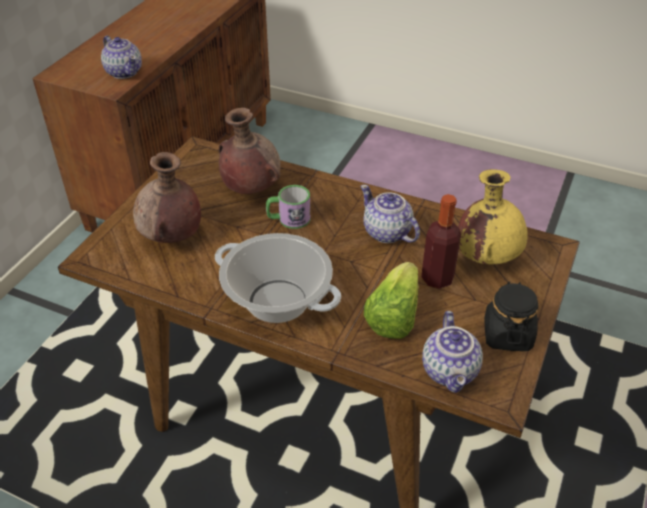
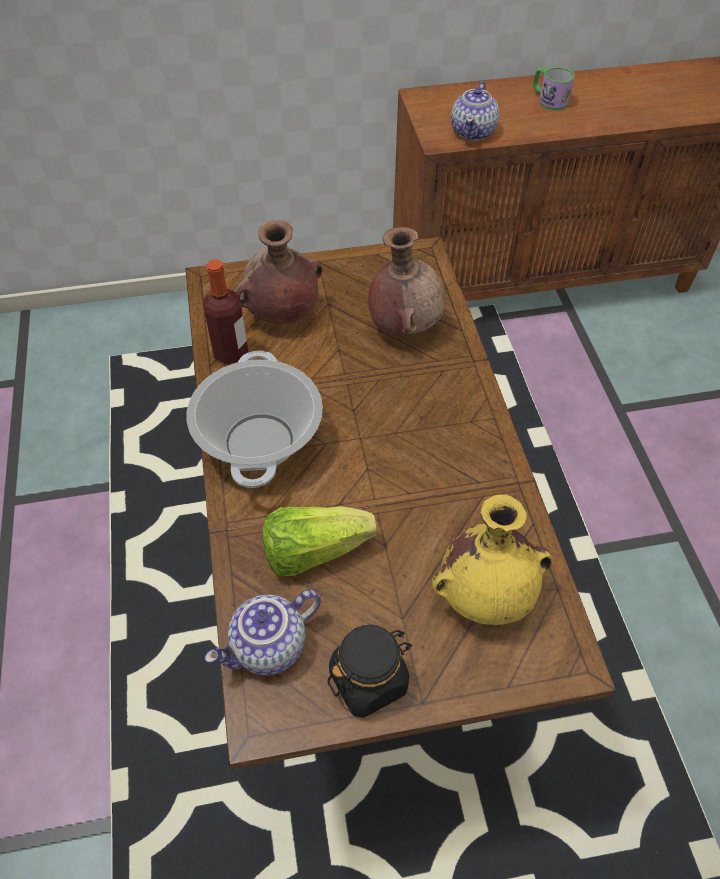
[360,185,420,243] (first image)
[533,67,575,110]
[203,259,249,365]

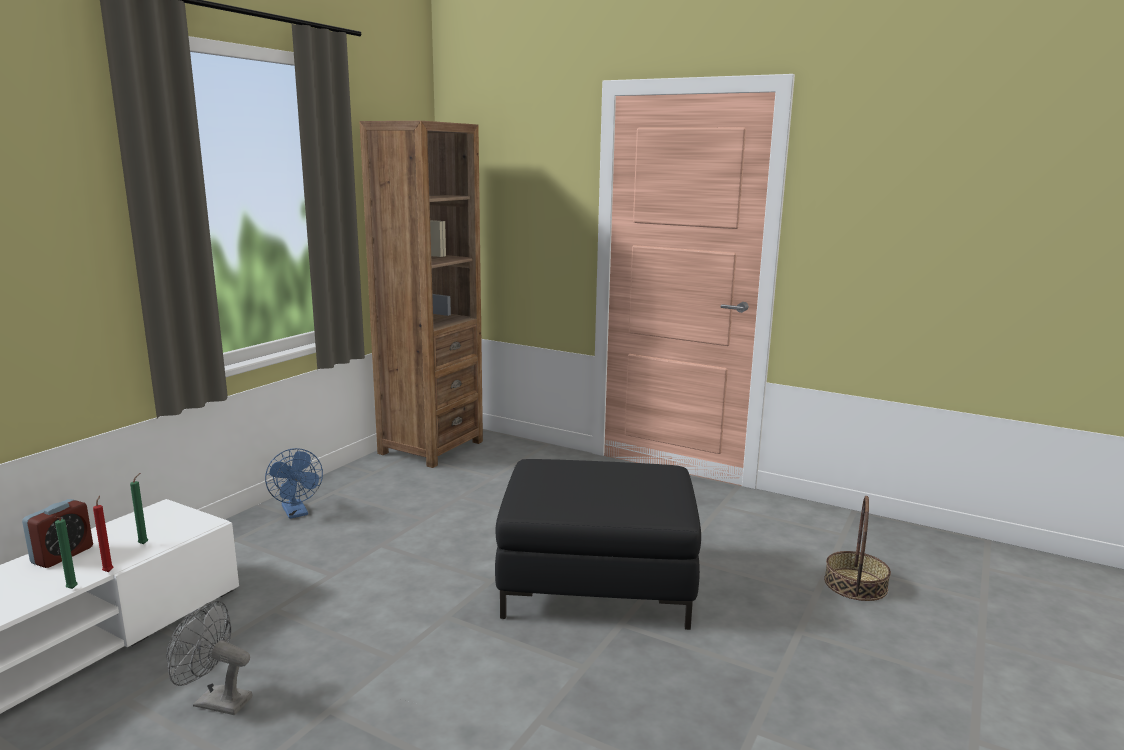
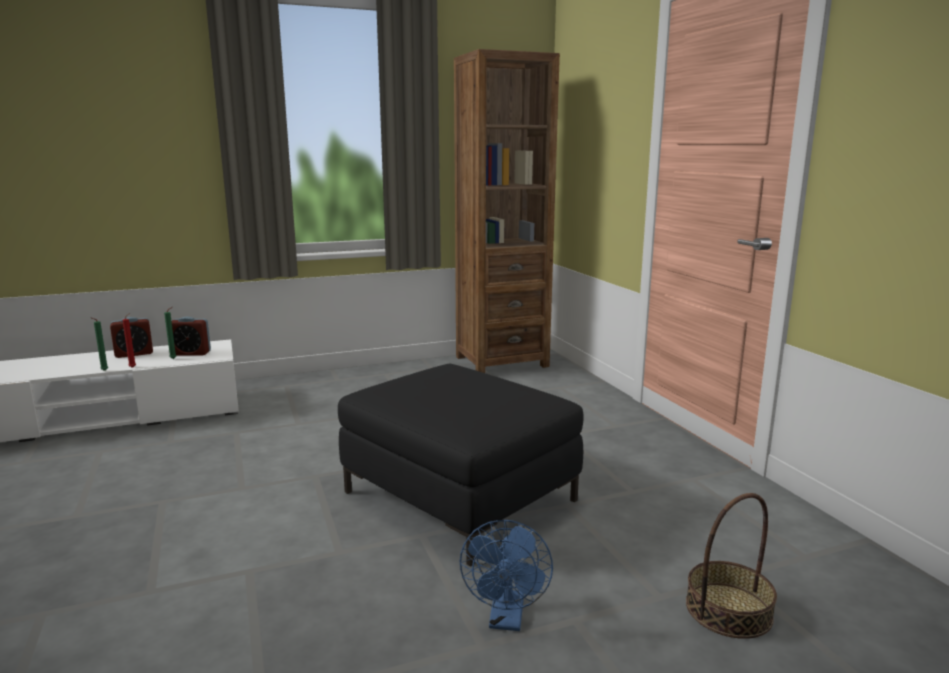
[166,600,252,715] (first image)
[171,316,211,356]
[460,520,553,631]

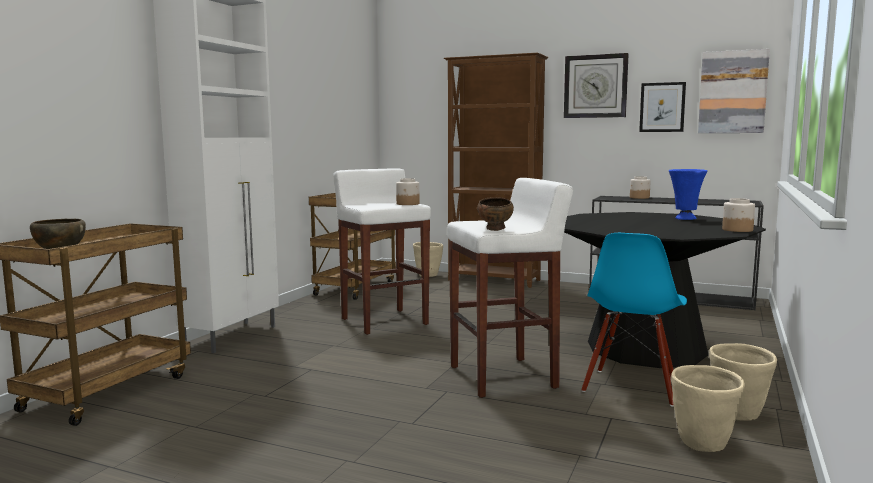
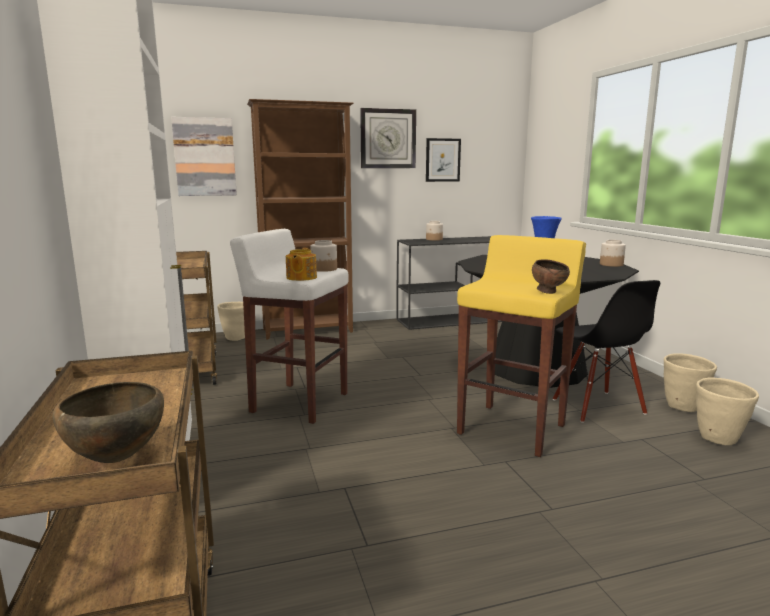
[286,248,317,281]
[171,117,237,196]
[457,235,586,457]
[553,280,660,423]

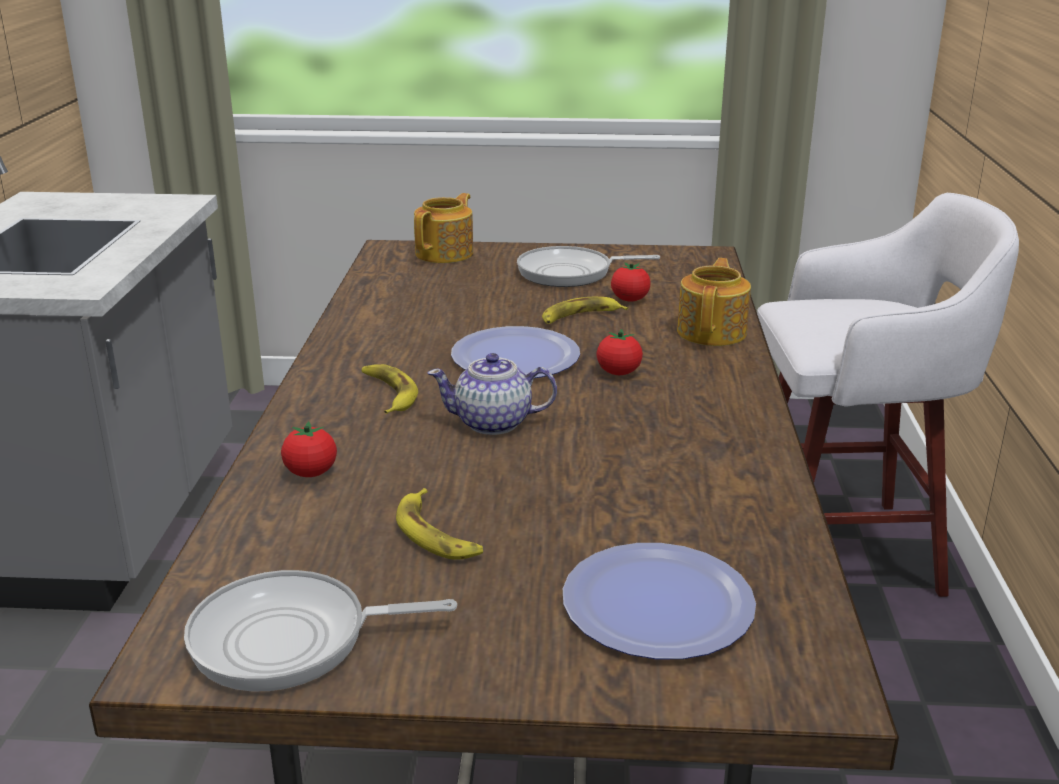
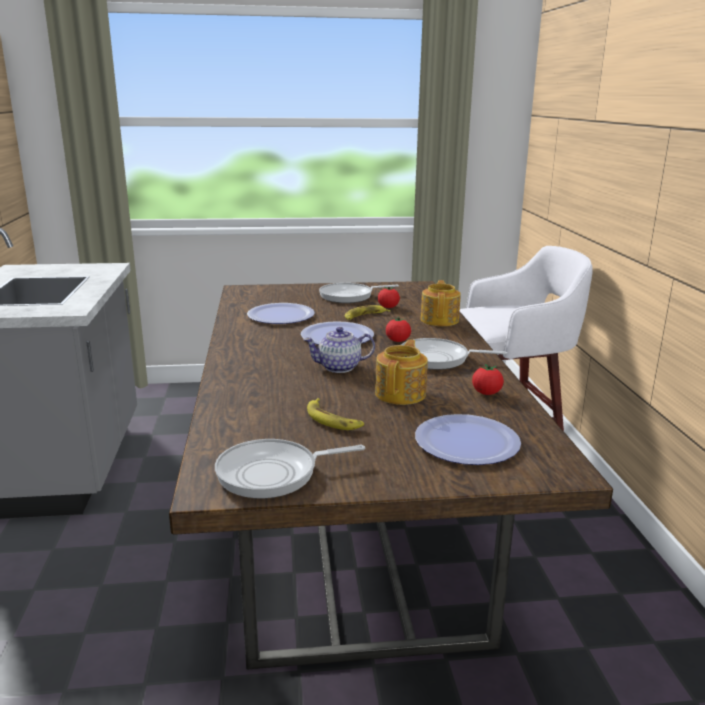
[362,364,418,414] (first image)
[247,303,315,324]
[401,338,507,370]
[472,364,504,395]
[375,339,428,405]

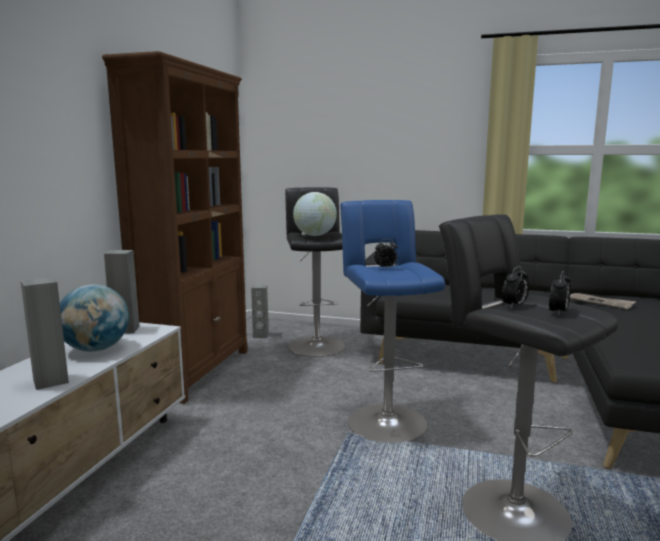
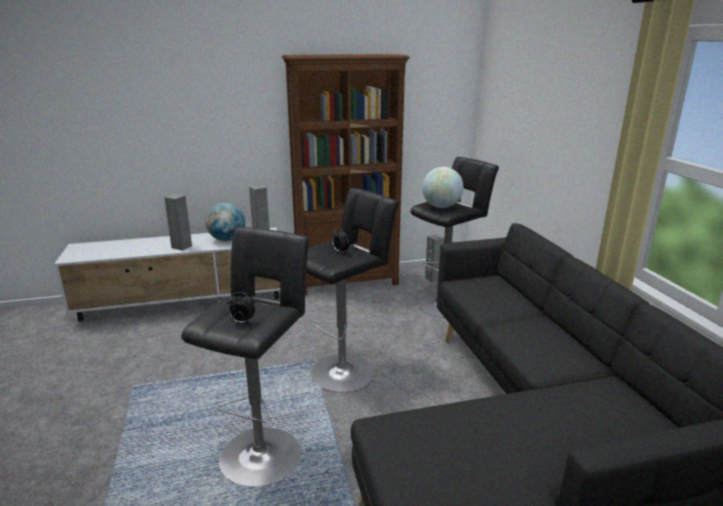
[502,266,529,307] (first image)
[570,293,636,310] (first image)
[306,188,399,393]

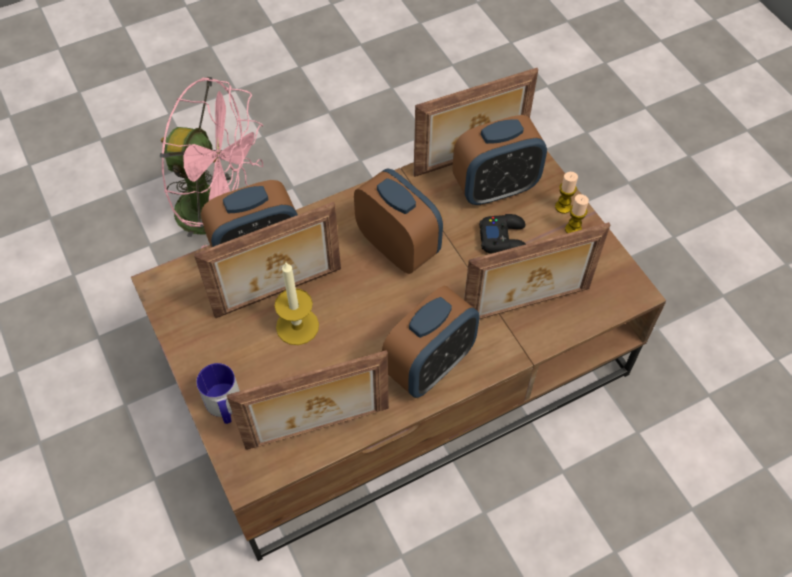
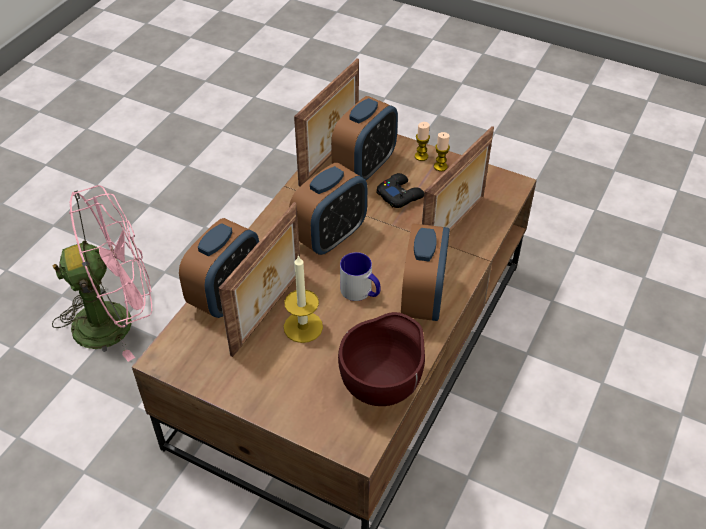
[340,252,381,301]
[338,312,425,406]
[289,163,367,255]

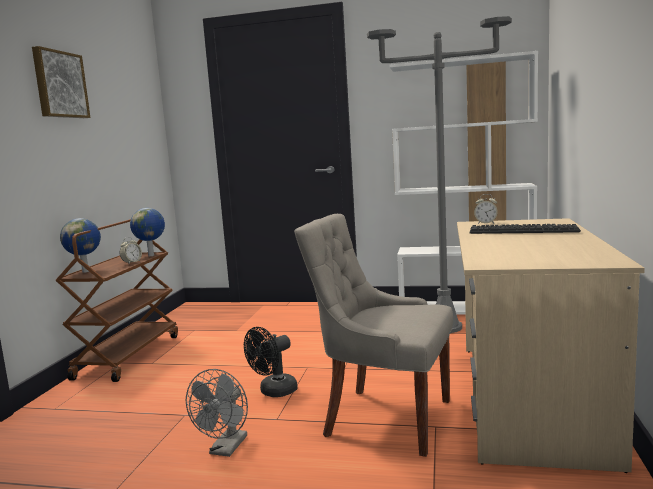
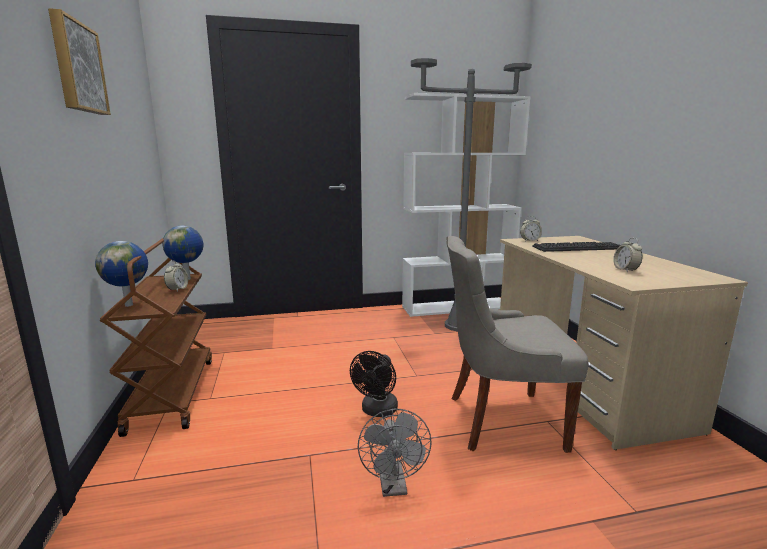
[613,238,643,273]

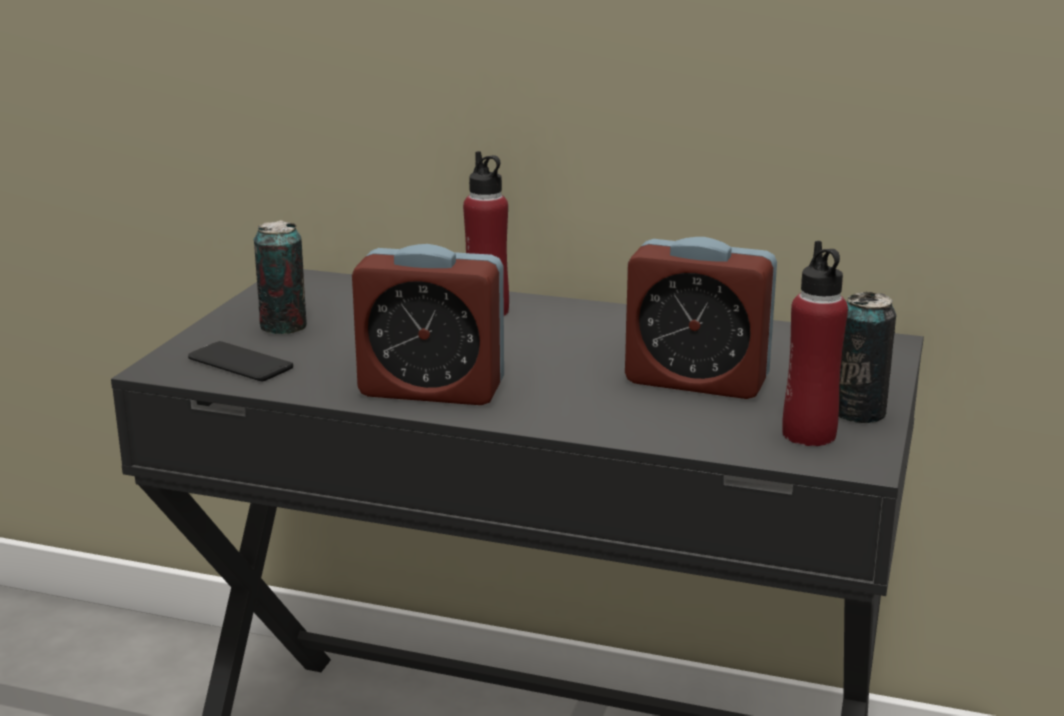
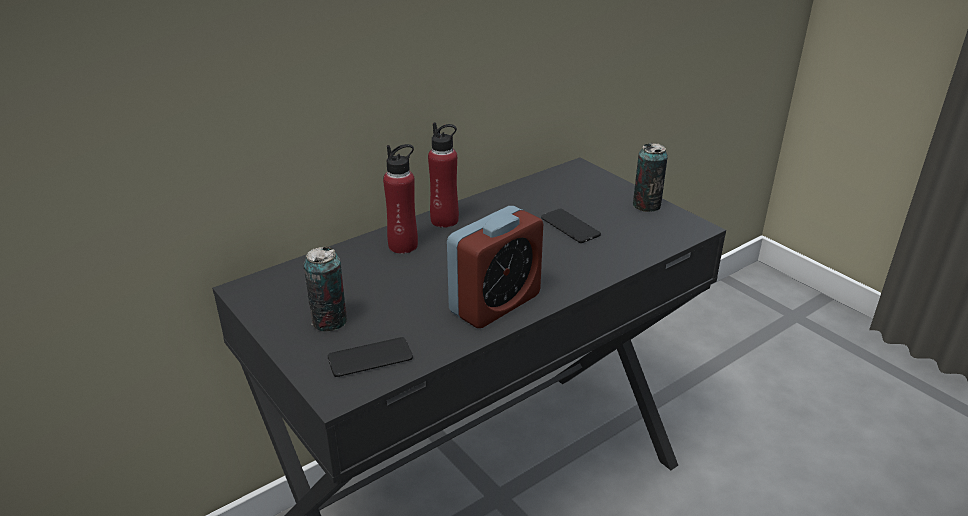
[428,123,459,228]
[541,208,601,243]

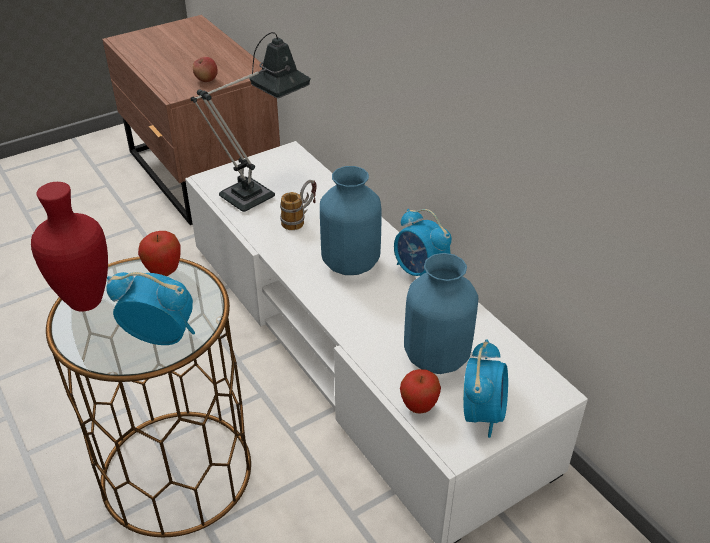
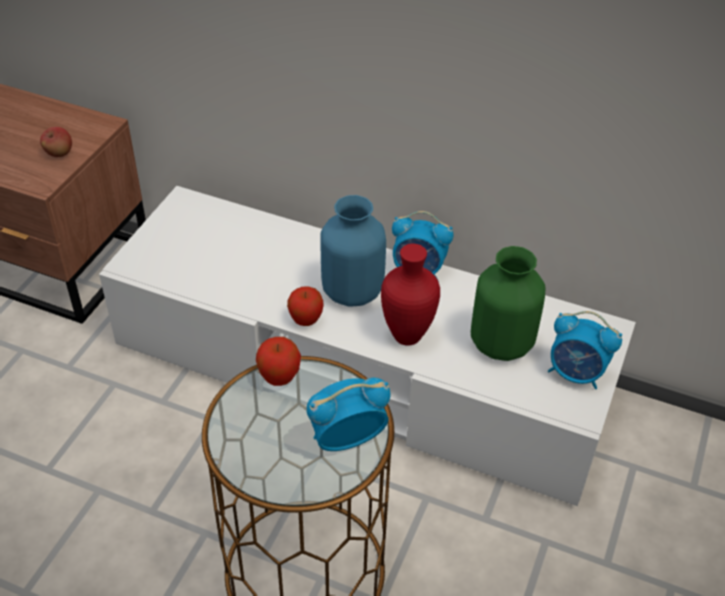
[191,32,311,212] (first image)
[280,180,317,230] (first image)
[381,244,440,346]
[287,287,323,326]
[471,246,545,361]
[548,311,622,389]

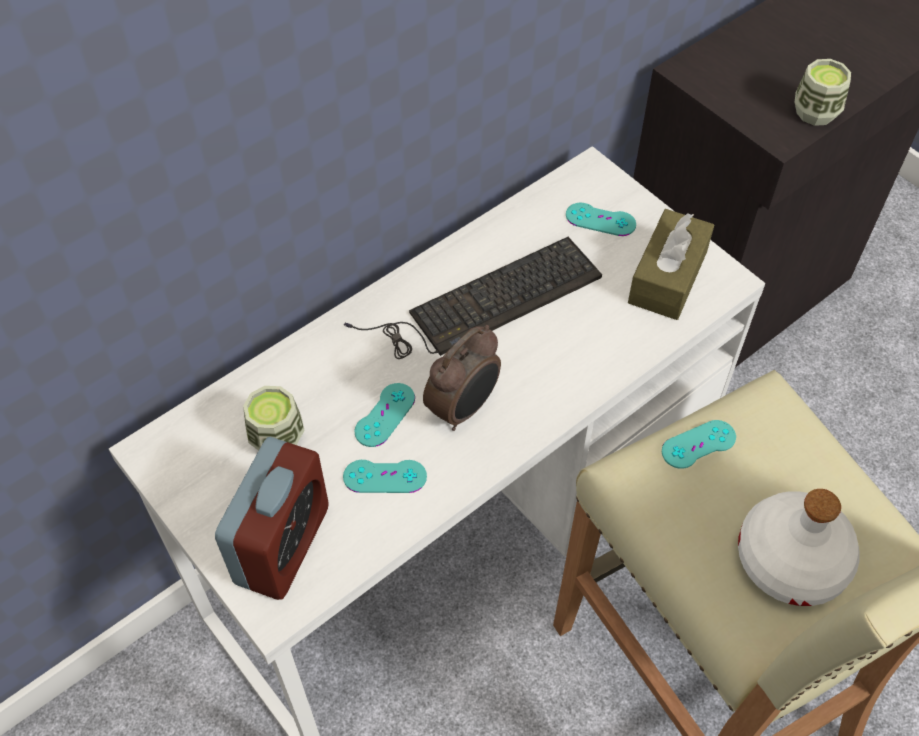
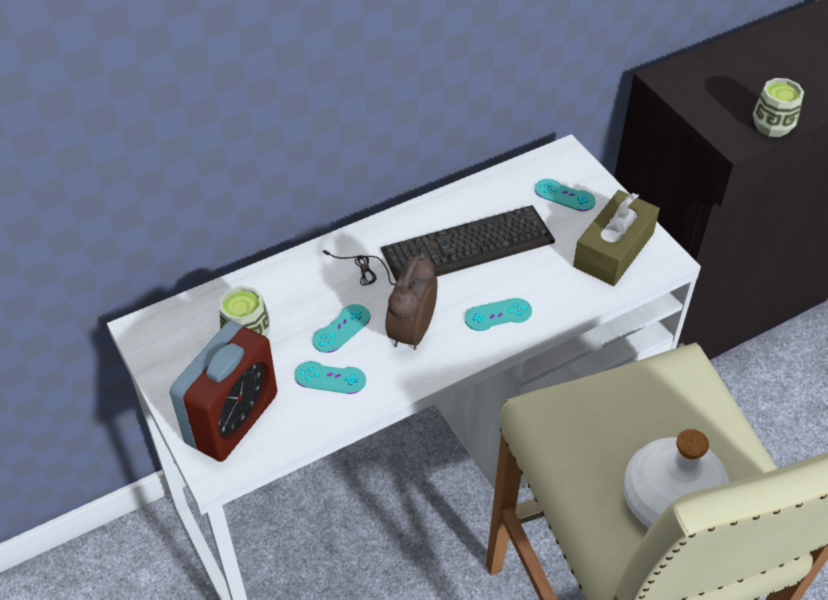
[465,298,532,331]
[385,253,438,350]

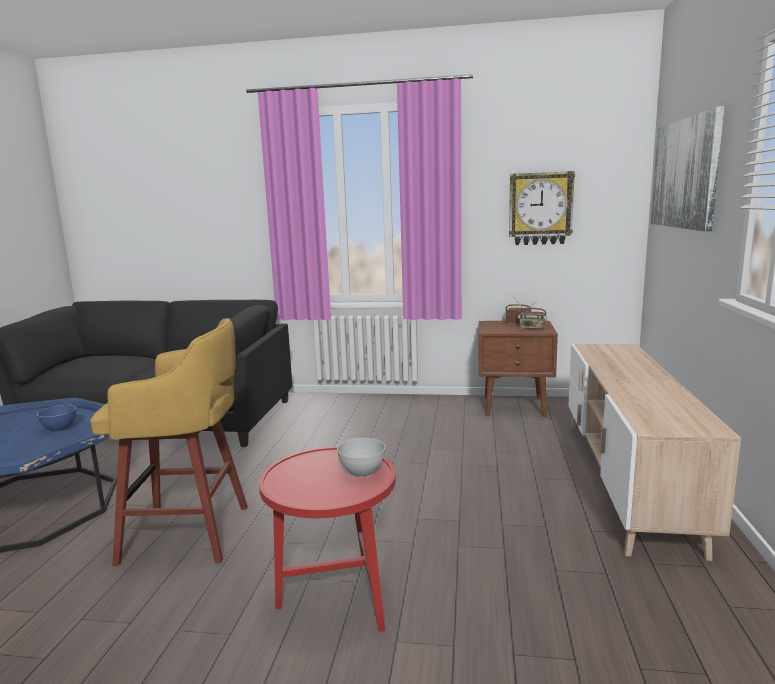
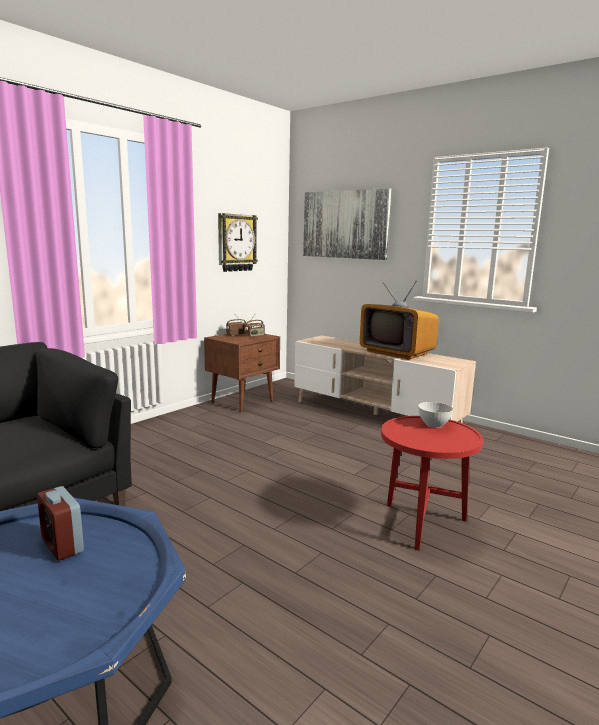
[90,318,248,566] (first image)
[360,280,439,359]
[37,486,84,561]

